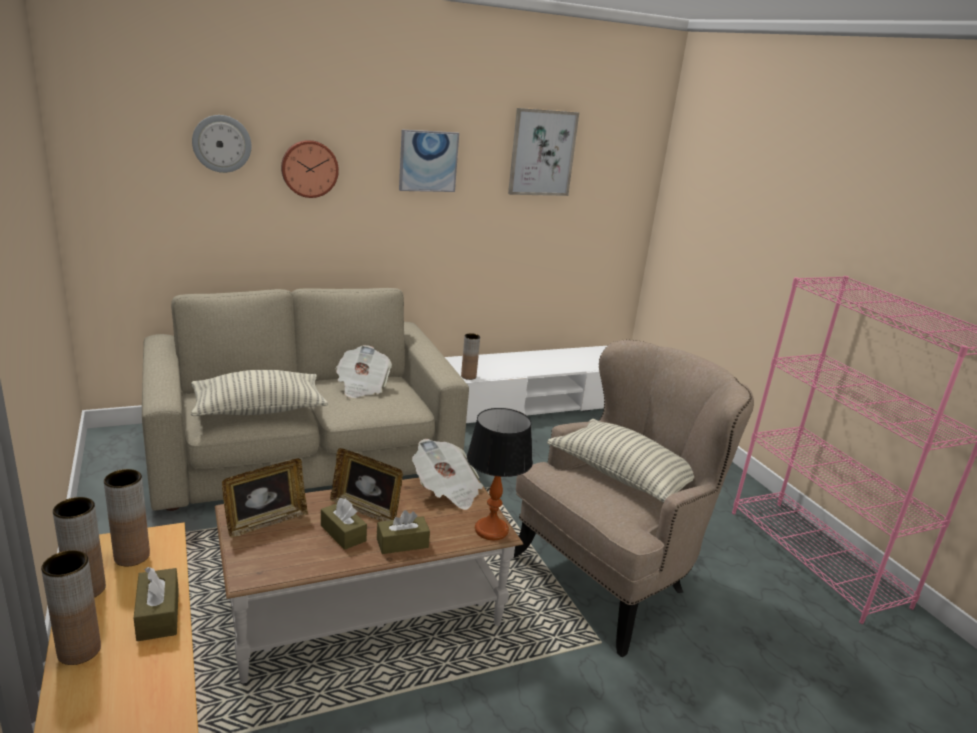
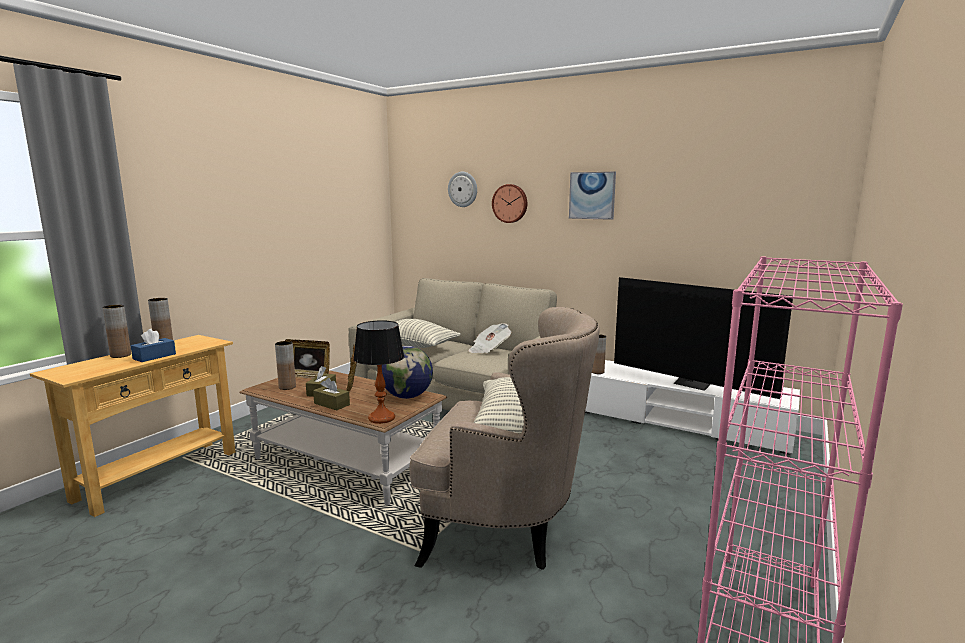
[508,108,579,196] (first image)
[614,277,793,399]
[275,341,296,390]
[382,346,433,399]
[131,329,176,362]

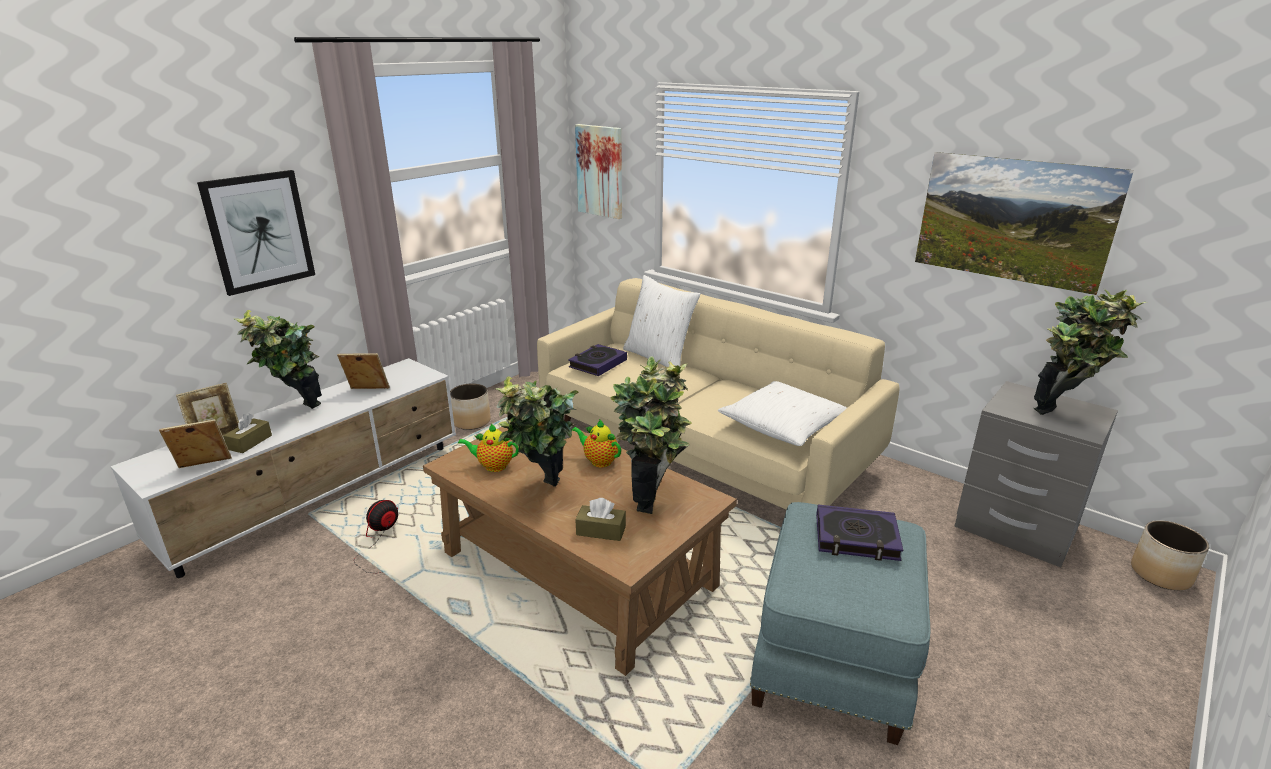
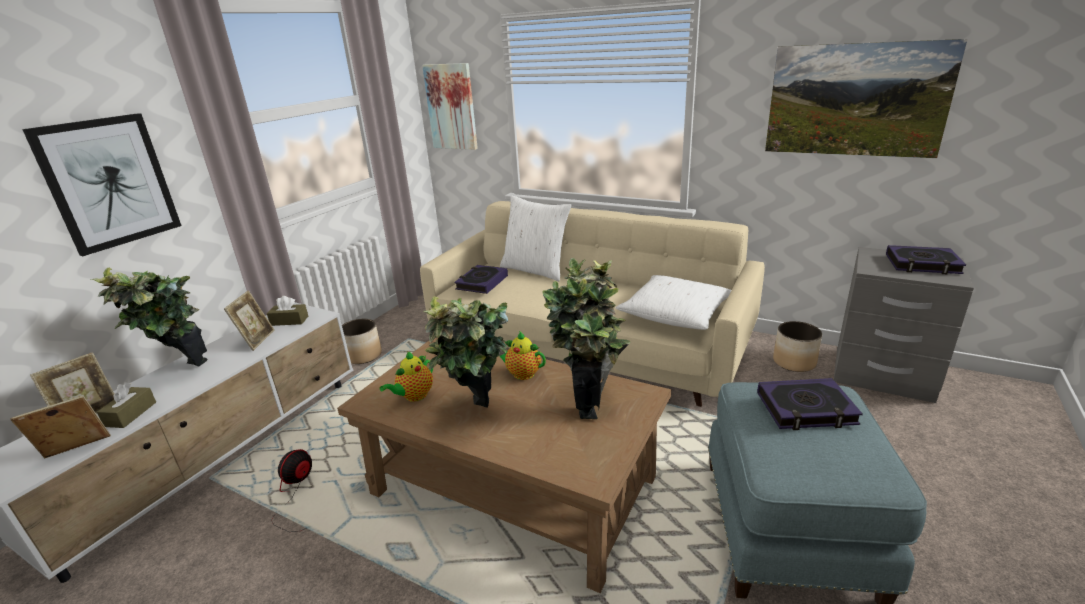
[267,296,308,326]
[773,321,822,372]
[886,245,966,274]
[224,290,275,351]
[380,352,433,402]

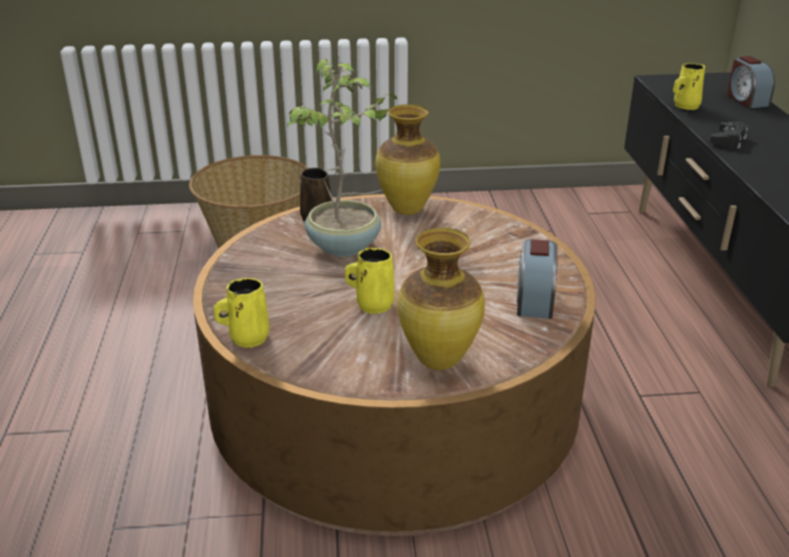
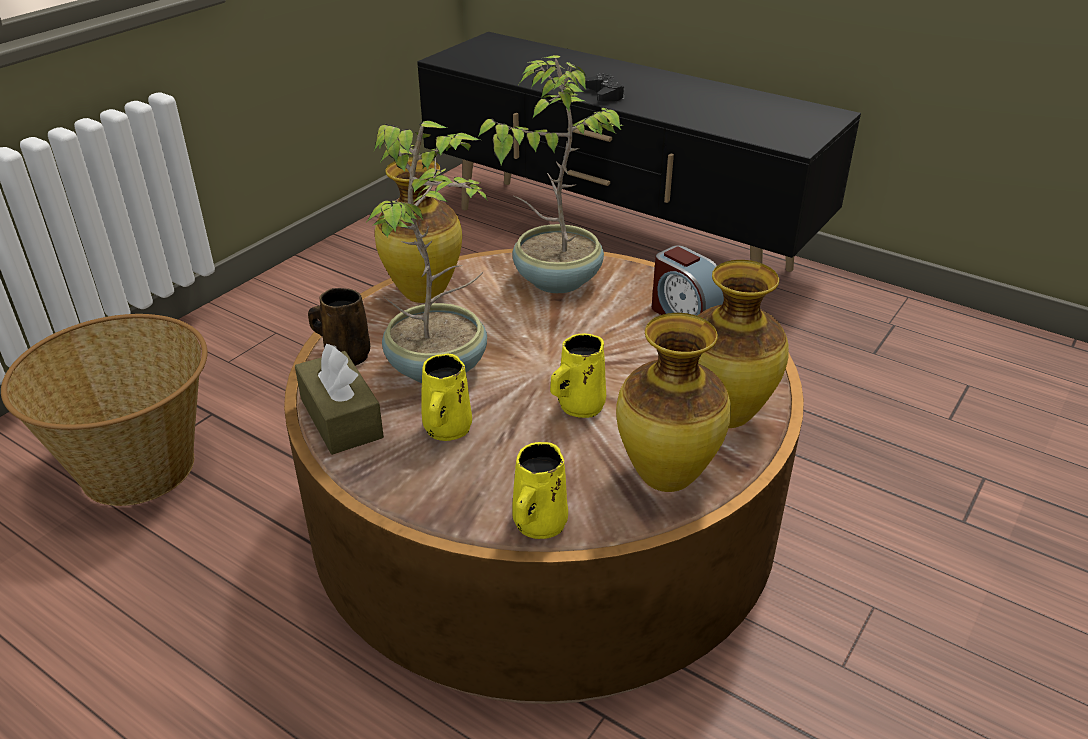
[727,56,775,108] (first image)
[295,344,384,455]
[478,55,623,293]
[616,313,731,492]
[421,354,472,441]

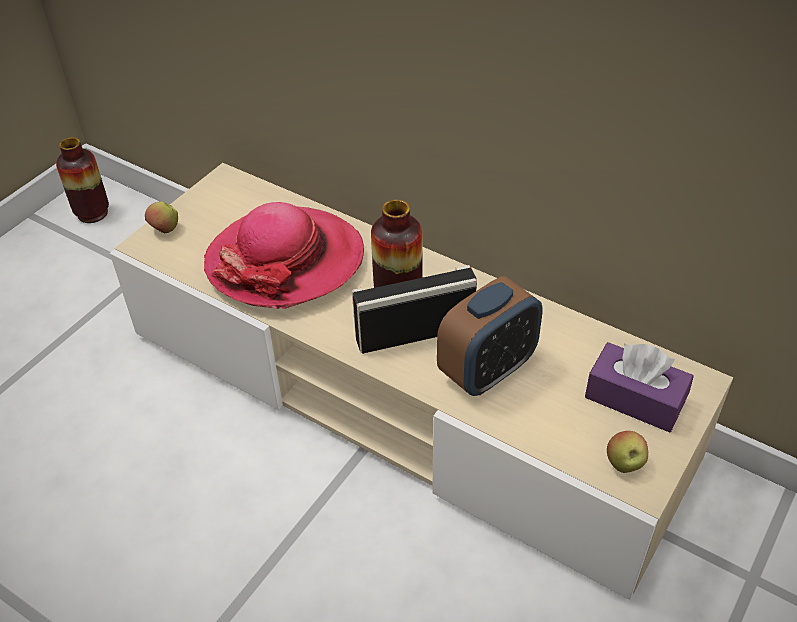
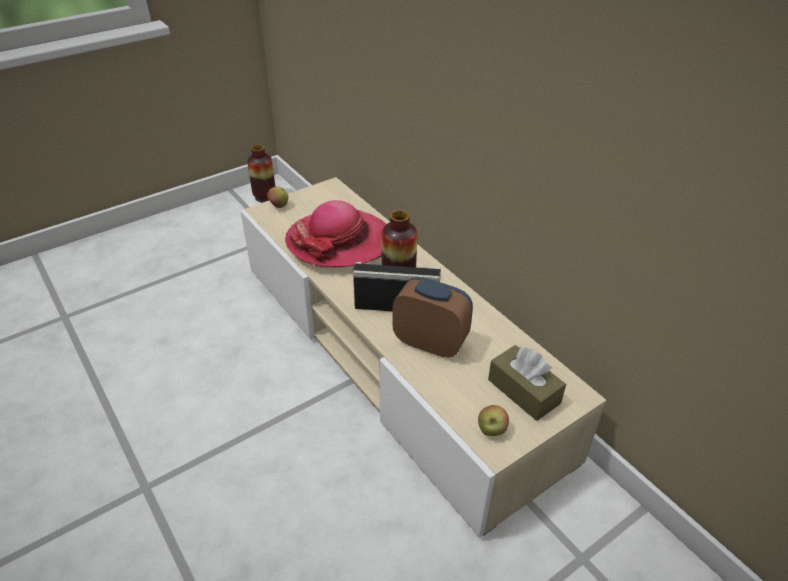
[488,345,566,421]
[392,277,473,358]

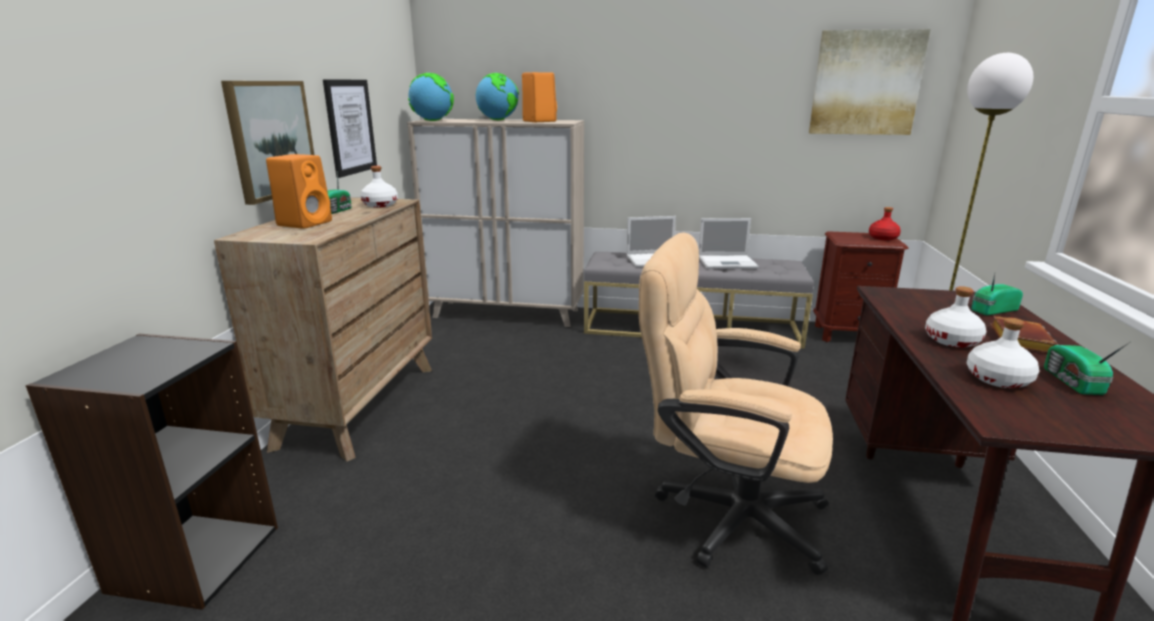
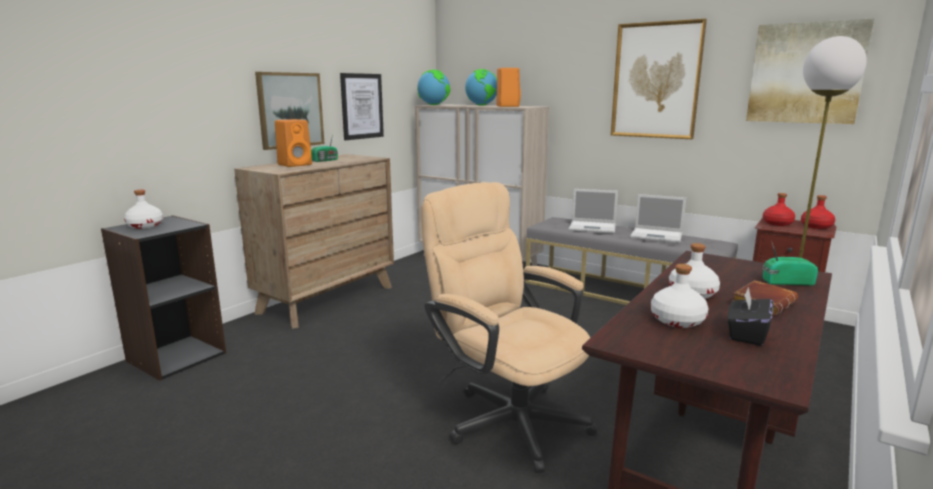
[611,19,707,139]
[763,193,795,226]
[124,190,163,229]
[727,287,773,346]

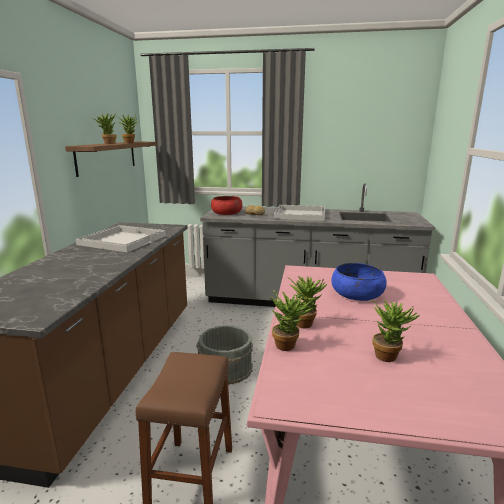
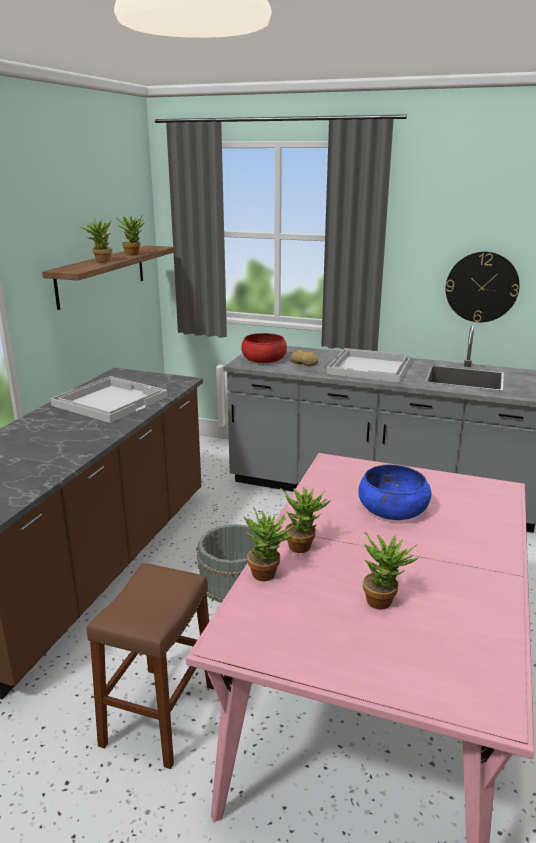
[446,252,520,322]

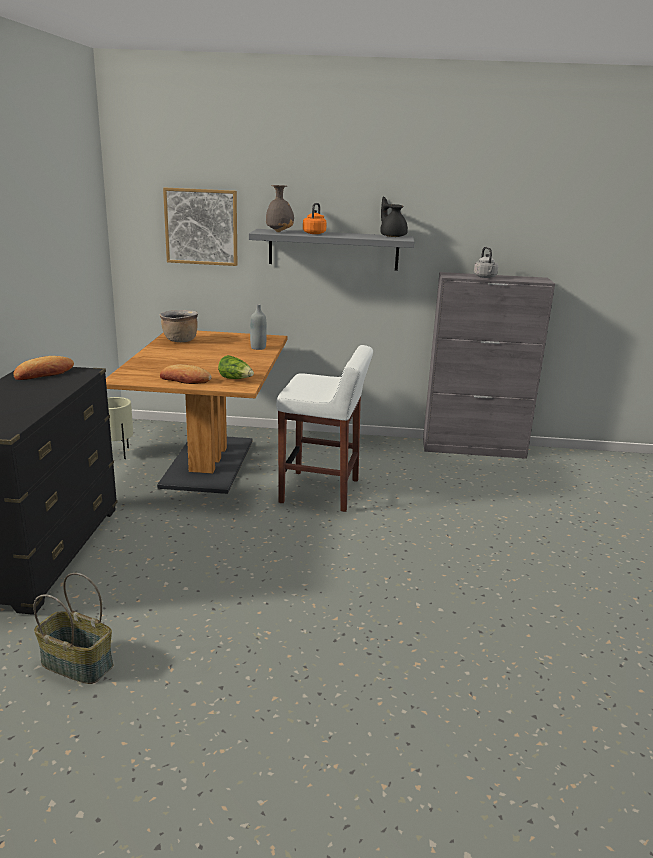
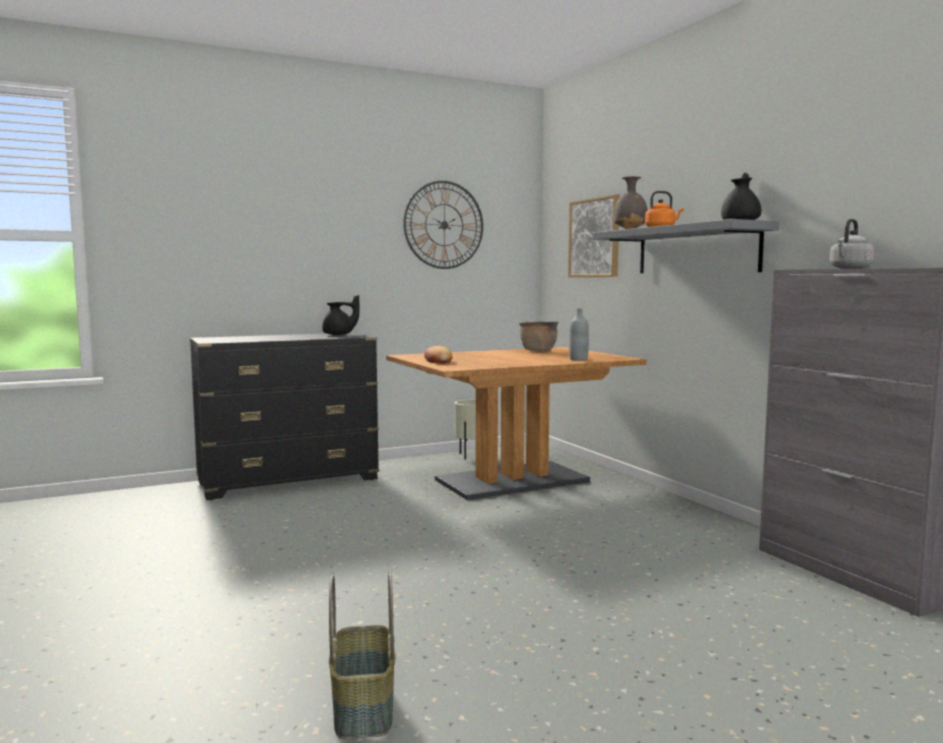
[218,355,254,379] (first image)
[276,345,373,512] (first image)
[403,181,483,269]
[329,571,396,739]
[322,295,360,335]

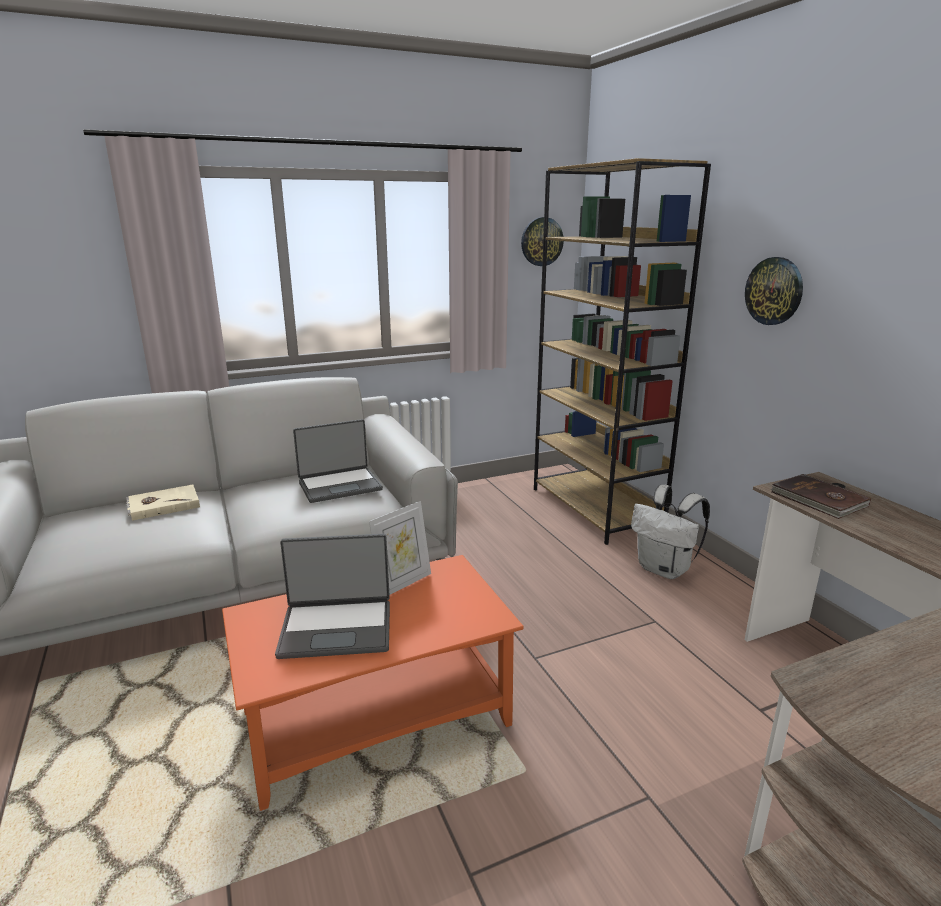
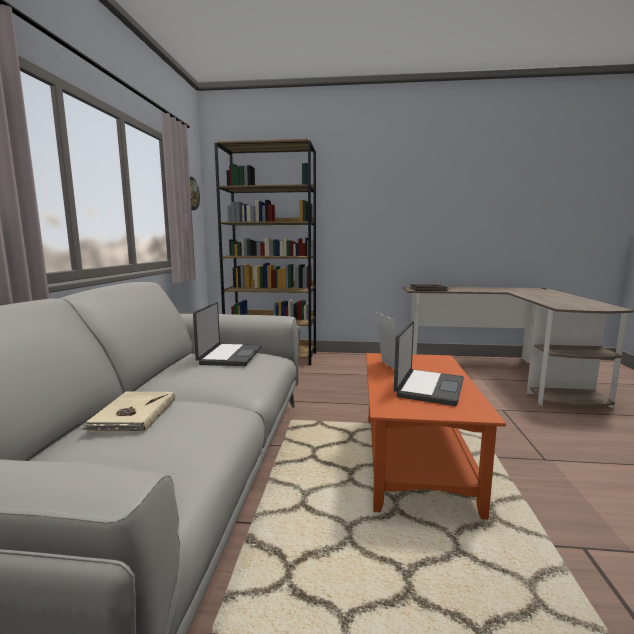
[631,485,710,579] (first image)
[745,257,803,325] (first image)

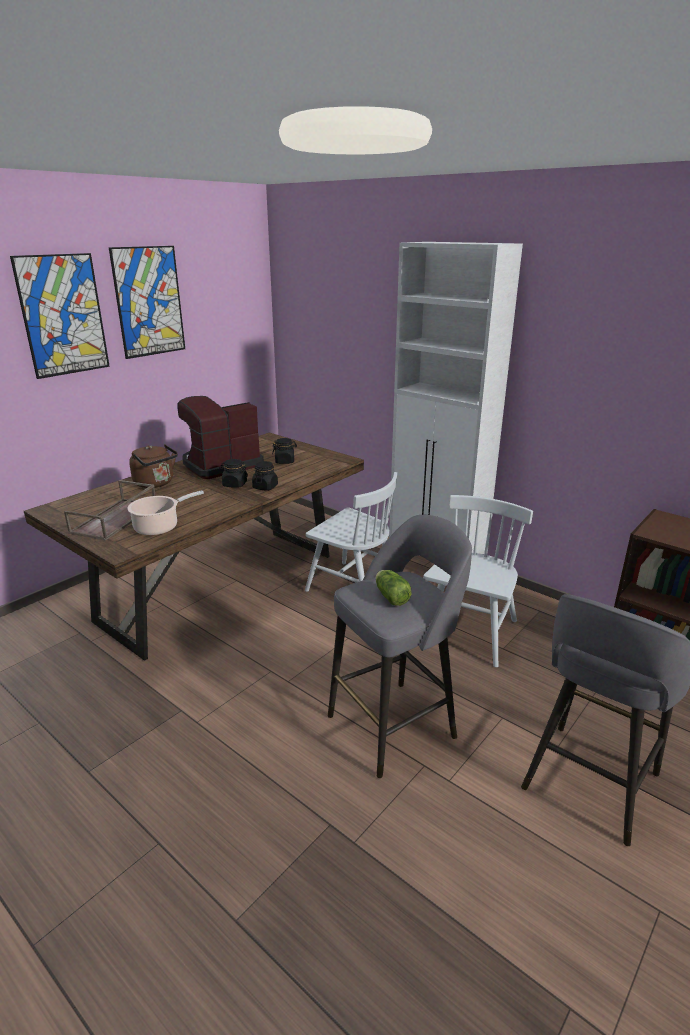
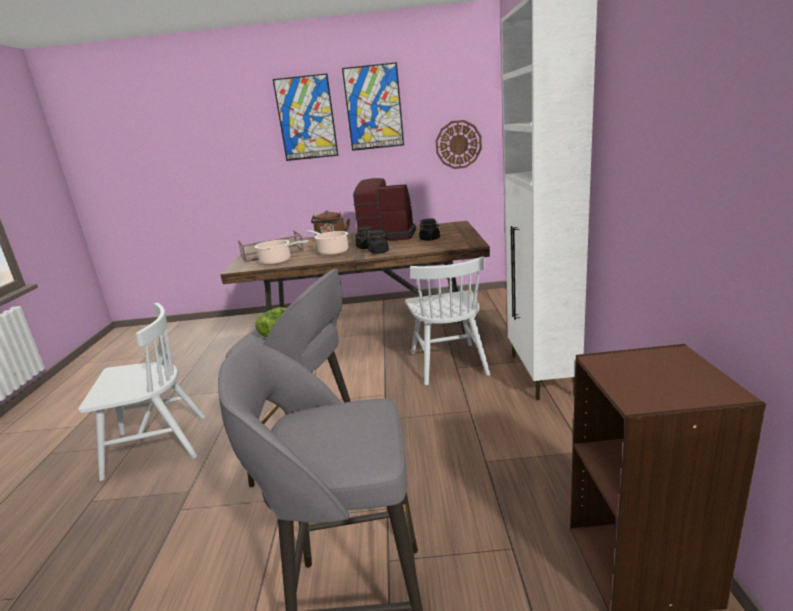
[306,230,348,256]
[436,120,482,169]
[78,303,205,481]

